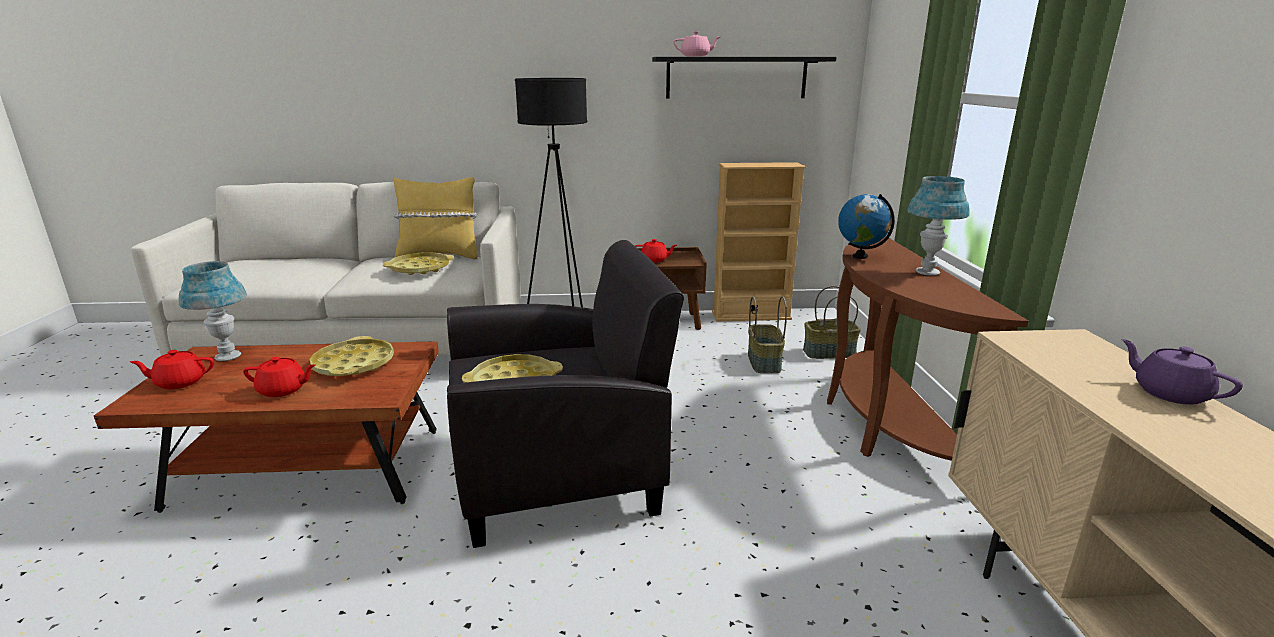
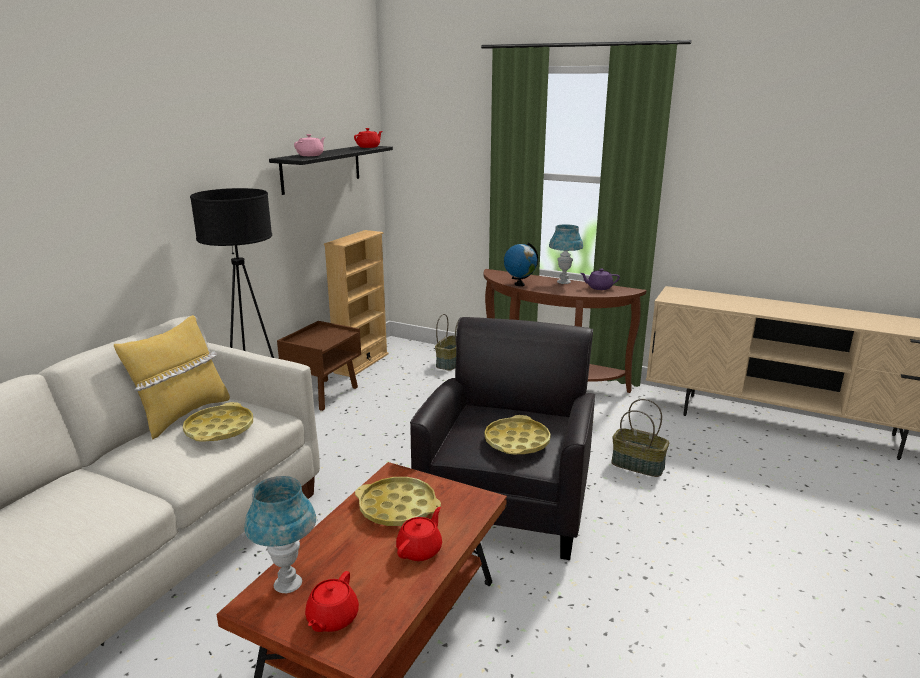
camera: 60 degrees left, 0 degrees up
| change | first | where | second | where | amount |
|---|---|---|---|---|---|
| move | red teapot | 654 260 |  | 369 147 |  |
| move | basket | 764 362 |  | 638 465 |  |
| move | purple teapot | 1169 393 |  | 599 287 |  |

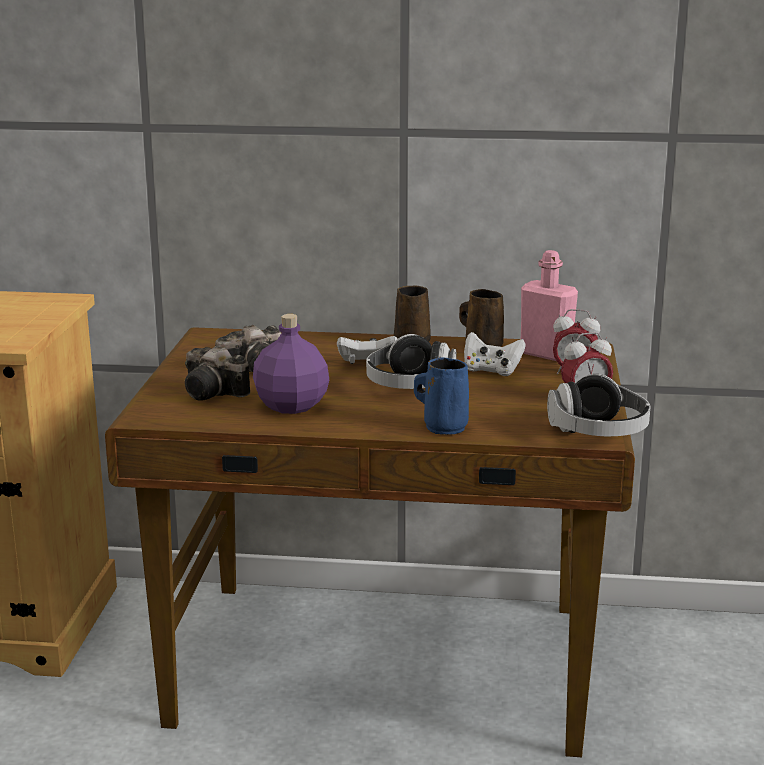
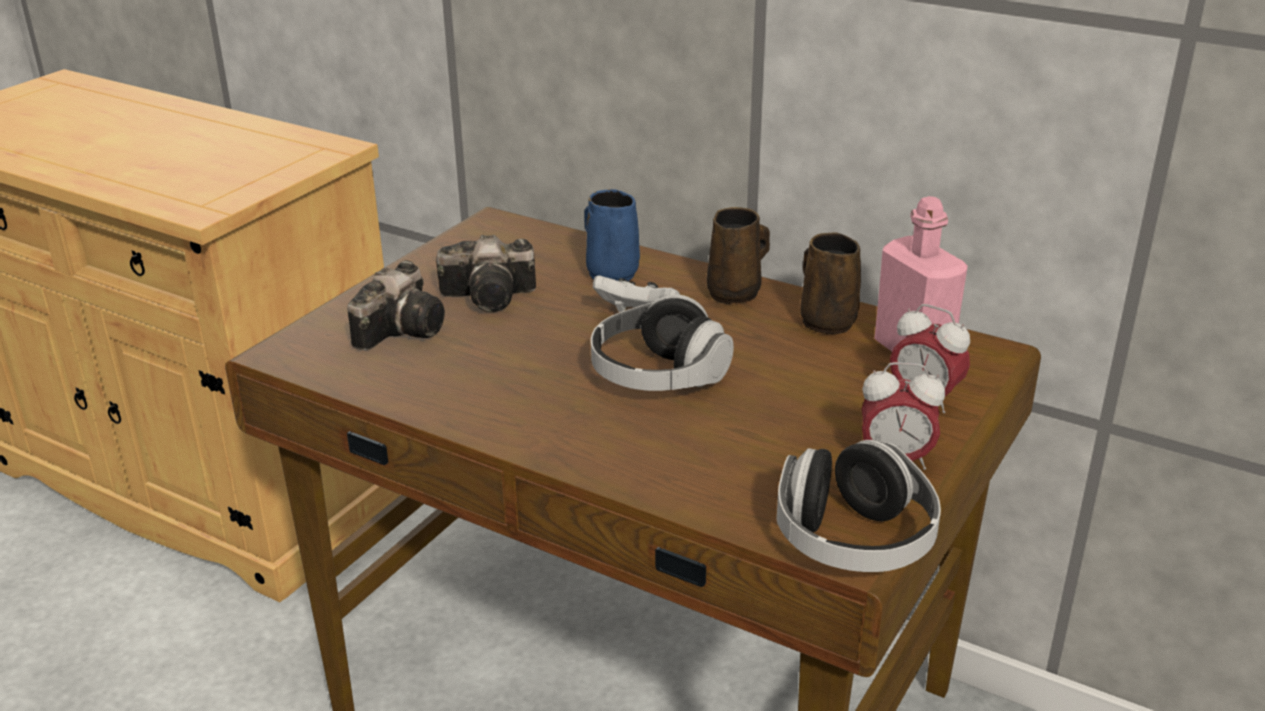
camera: 25 degrees right, 10 degrees up
| change | first | where | second | where | amount |
|---|---|---|---|---|---|
| delete | purple bottle | 291 406 |  |  |  |
| delete | white game controller | 491 371 |  |  |  |
| move | blue mug | 443 427 |  | 610 272 |  |
| rotate | photo camera | 215 393 |  | 403 328 | 120 degrees counterclockwise |

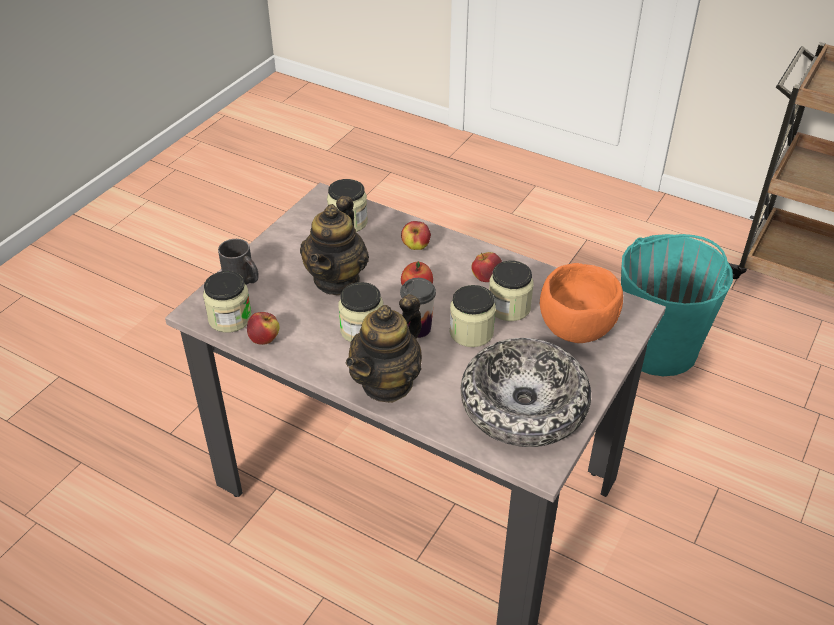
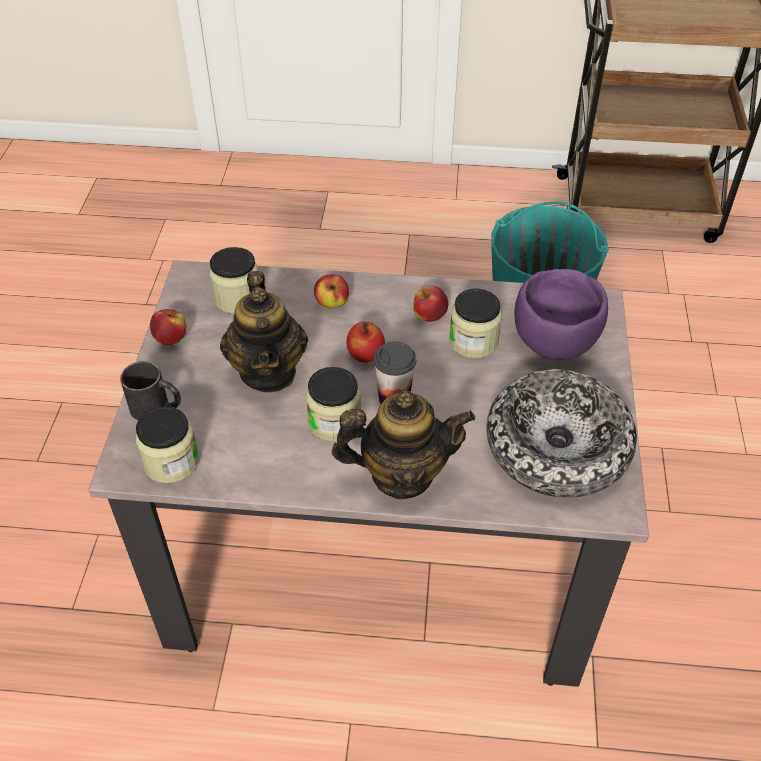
camera: 25 degrees left, 5 degrees up
| change | first | where | second | where | amount |
|---|---|---|---|---|---|
| delete | jar | 471 332 |  |  |  |
| move | apple | 264 339 |  | 171 339 |  |
| recolor | orange bowl | 577 330 | purple bowl | 556 343 |  |
| rotate | teapot | 387 383 |  | 402 474 | 105 degrees counterclockwise |

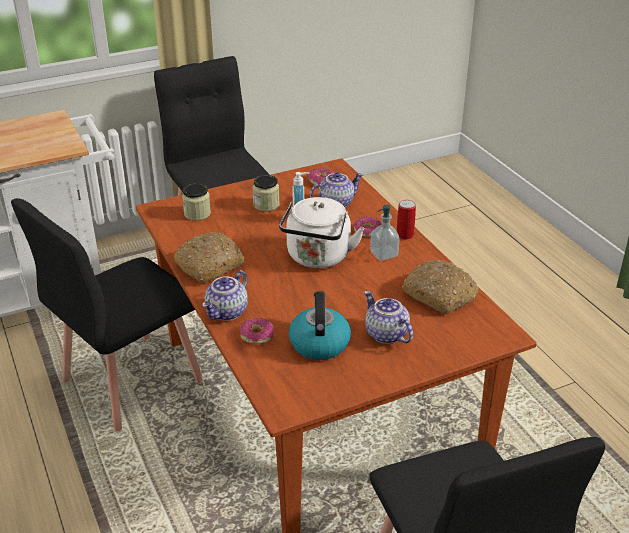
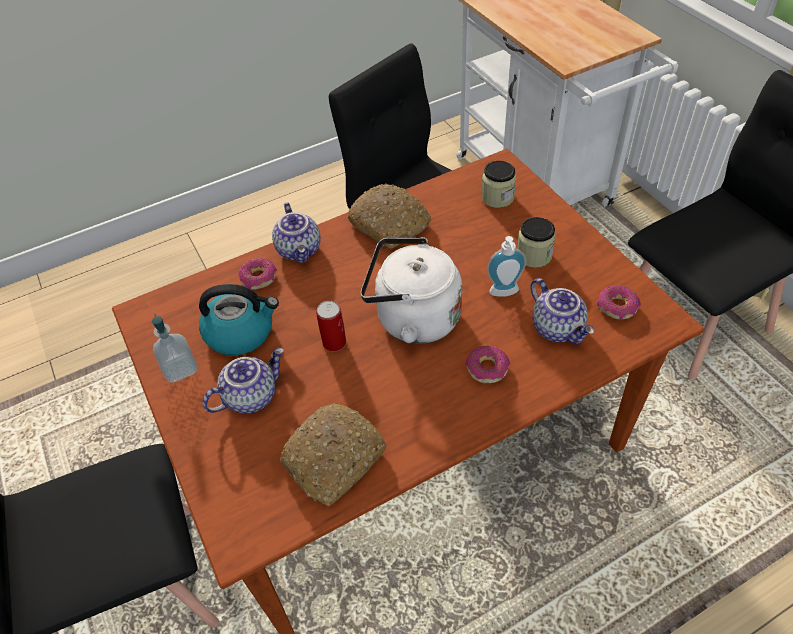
camera: 90 degrees right, 15 degrees up
| change | first | where | second | where | amount |
|---|---|---|---|---|---|
| move | soap dispenser | 384 254 |  | 180 369 |  |
| move | can | 405 235 |  | 334 342 |  |
| rotate | teapot | 227 312 |  | 300 250 | 135 degrees counterclockwise |

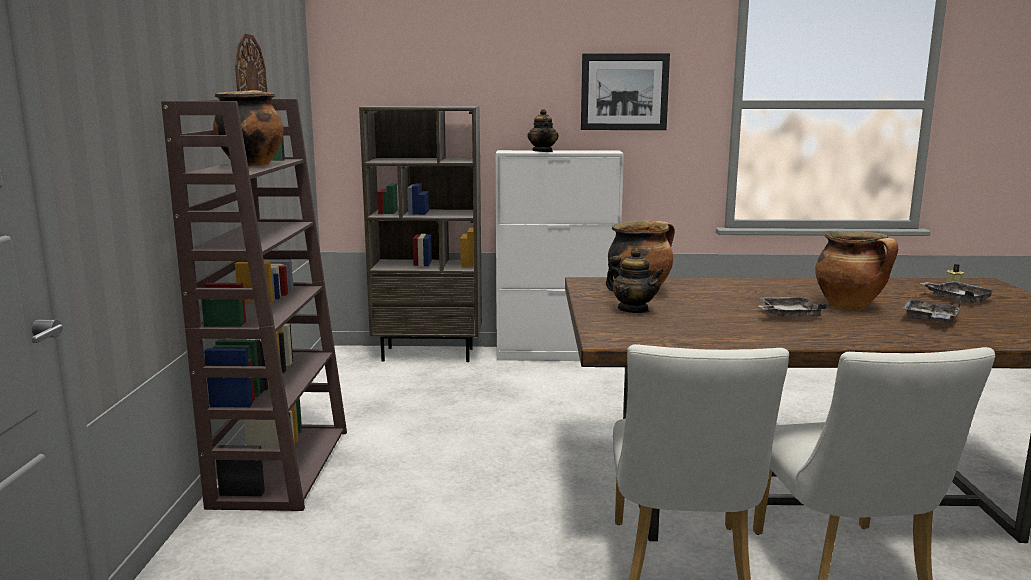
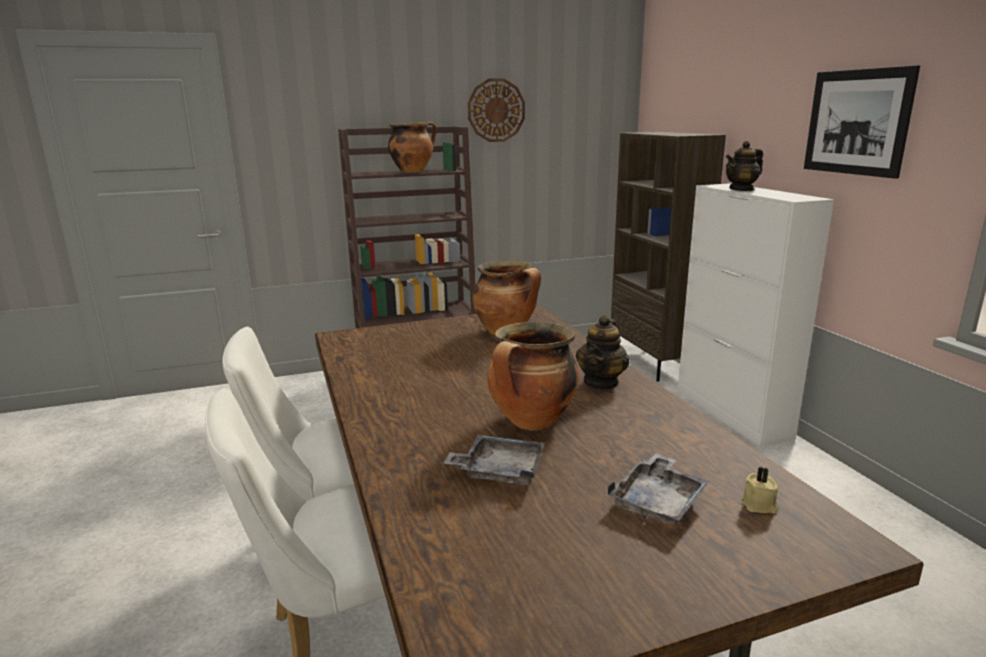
camera: 70 degrees right, 5 degrees up
| change | first | where | second | where | amount |
|---|---|---|---|---|---|
| delete | grey tray | 787 315 |  |  |  |
| move | teapot | 633 310 |  | 601 382 |  |

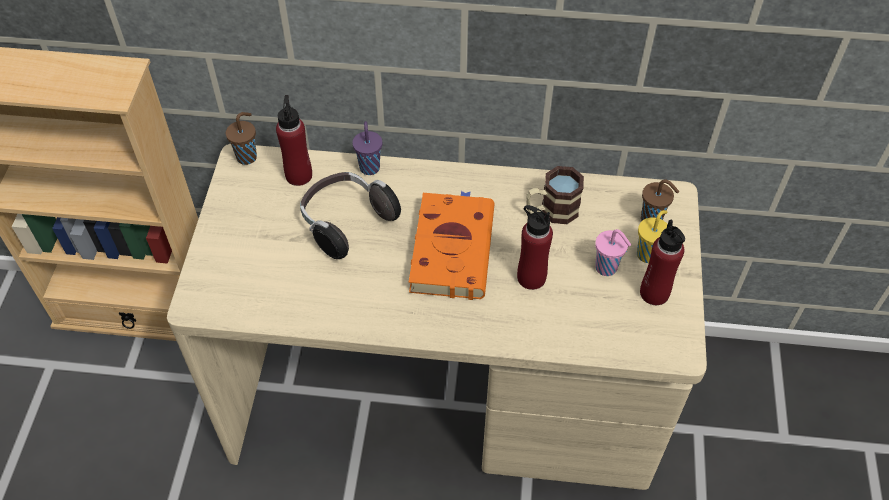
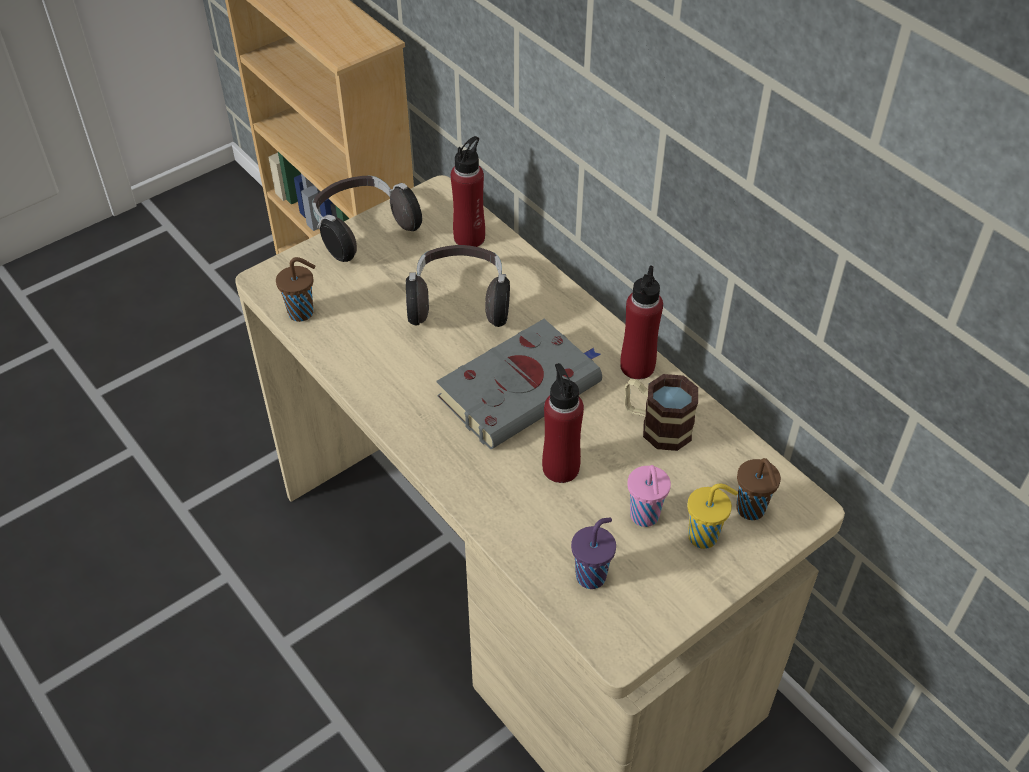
camera: 45 degrees right, 5 degrees down
| change | first | where | second | where | amount |
|---|---|---|---|---|---|
| insert |  |  | headphones | 362 230 |  |
| move | brown cup | 247 156 |  | 302 313 |  |
| move | purple cup | 369 167 |  | 592 575 |  |
| move | red bottle | 654 293 |  | 637 366 |  |
| recolor | orange book | 451 247 | grey book | 522 388 |  |

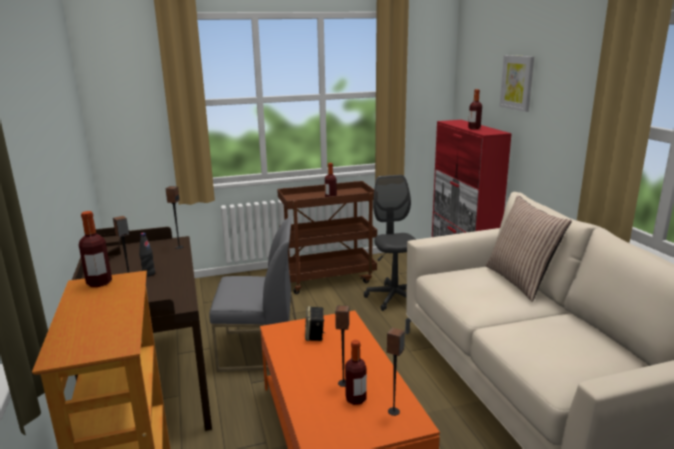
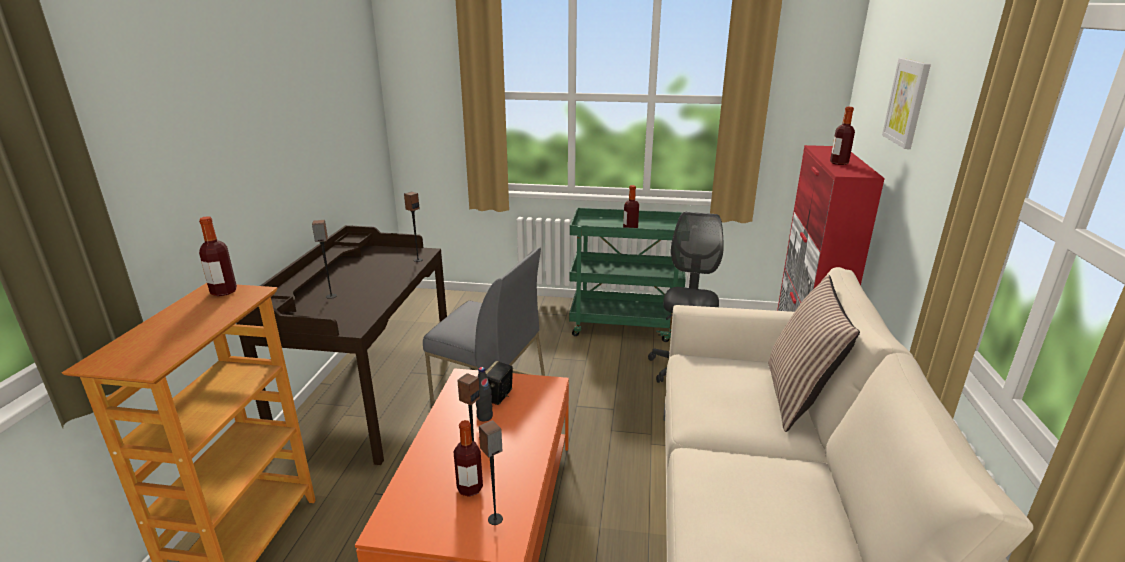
camera: 25 degrees right, 5 degrees up
| change | first | where | second | where | amount |
|---|---|---|---|---|---|
| move | black bottle | 149 274 |  | 484 417 |  |
| recolor | brown cart | 329 278 | green cart | 626 325 |  |

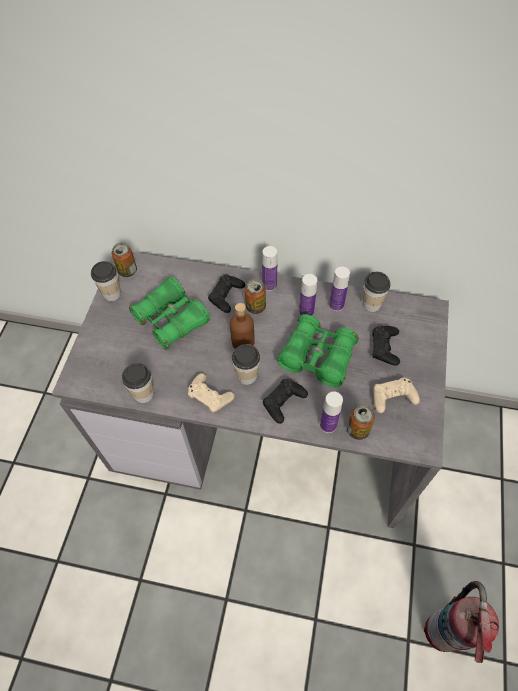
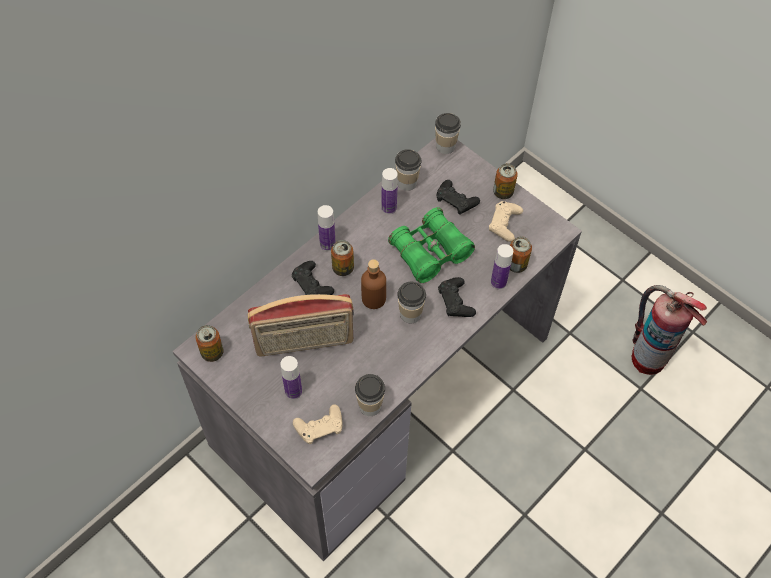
camera: 60 degrees left, 0 degrees up
| change | first | where | second | where | amount |
|---|---|---|---|---|---|
| insert |  |  | can | 503 192 |  |
| move | cup | 112 293 |  | 445 146 |  |
| move | beige game controller | 210 396 |  | 319 427 |  |
| move | bottle | 306 312 |  | 293 391 |  |
| replace | green binoculars | 171 320 | radio | 304 343 |  |

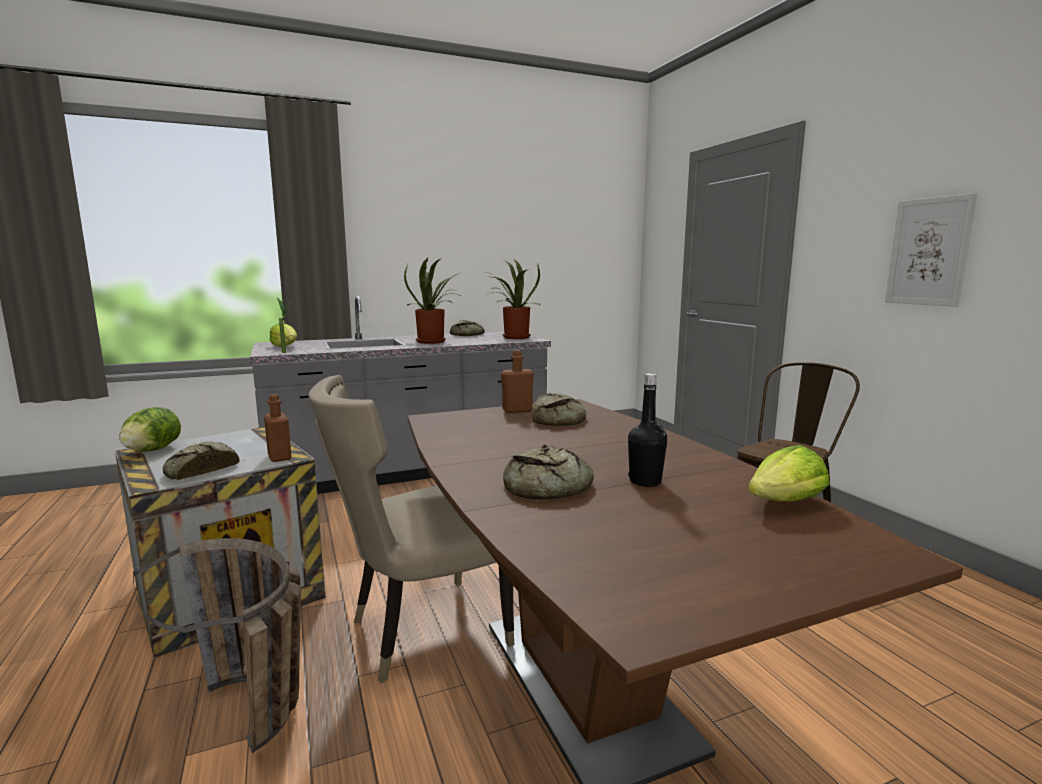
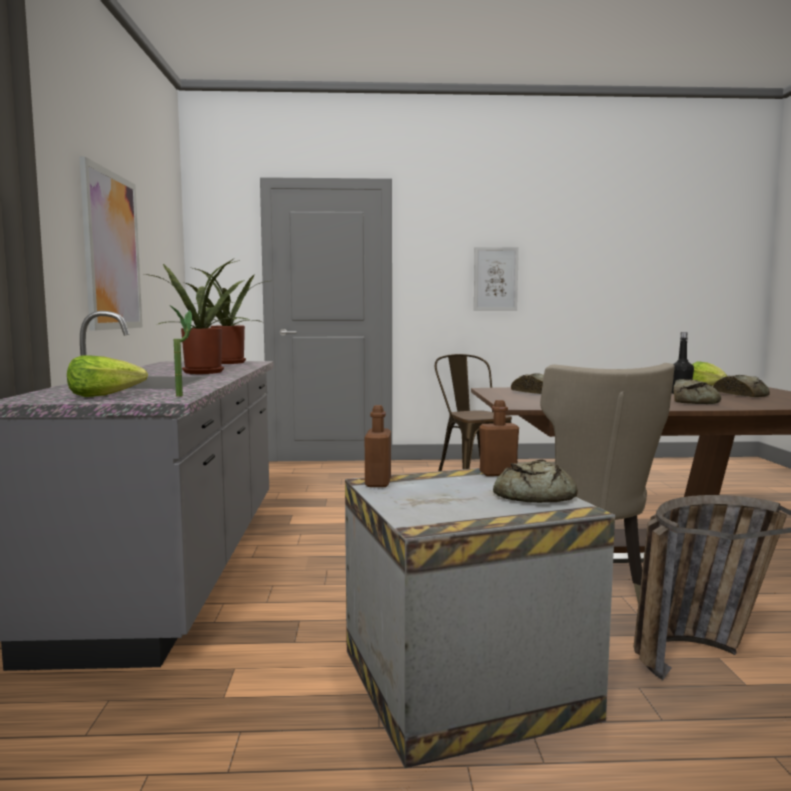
camera: 70 degrees left, 5 degrees down
| change | first | where | second | where | amount |
|---|---|---|---|---|---|
| delete | lettuce | 152 450 |  |  |  |
| insert |  |  | picture | 112 251 |  |
| move | bread | 469 334 |  | 742 394 |  |
| move | brown bottle | 517 410 |  | 378 483 |  |

